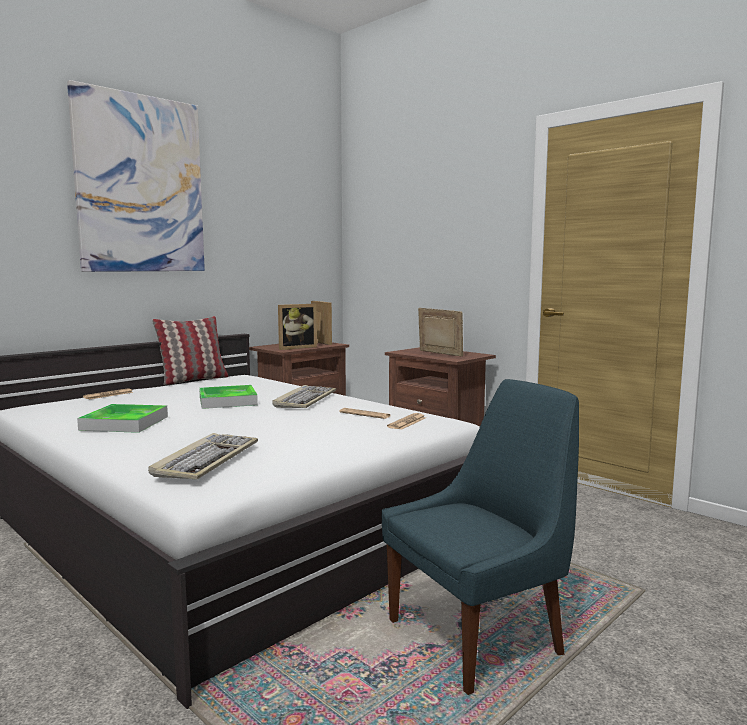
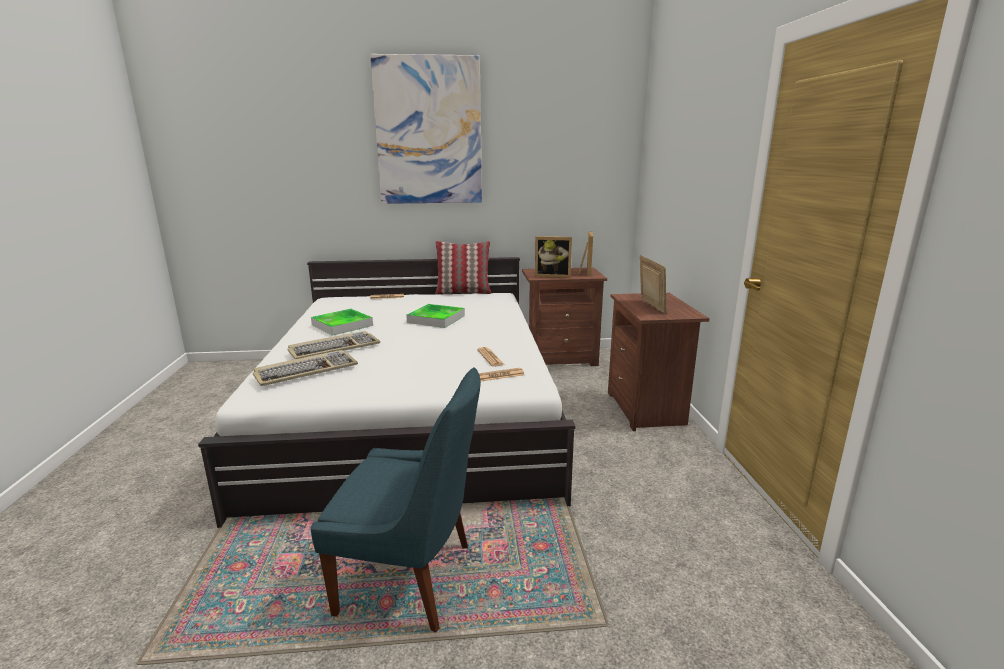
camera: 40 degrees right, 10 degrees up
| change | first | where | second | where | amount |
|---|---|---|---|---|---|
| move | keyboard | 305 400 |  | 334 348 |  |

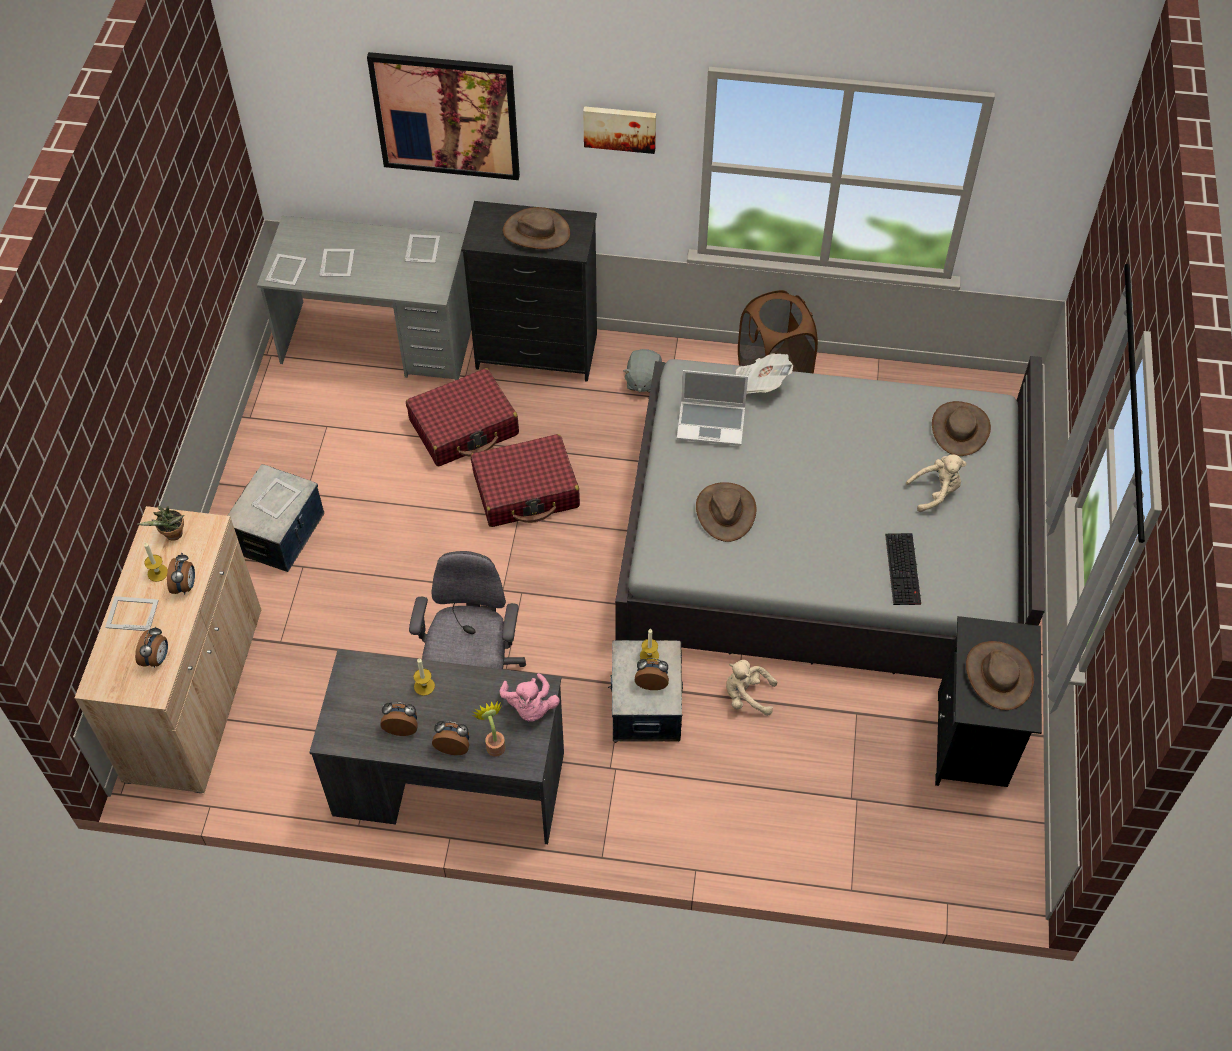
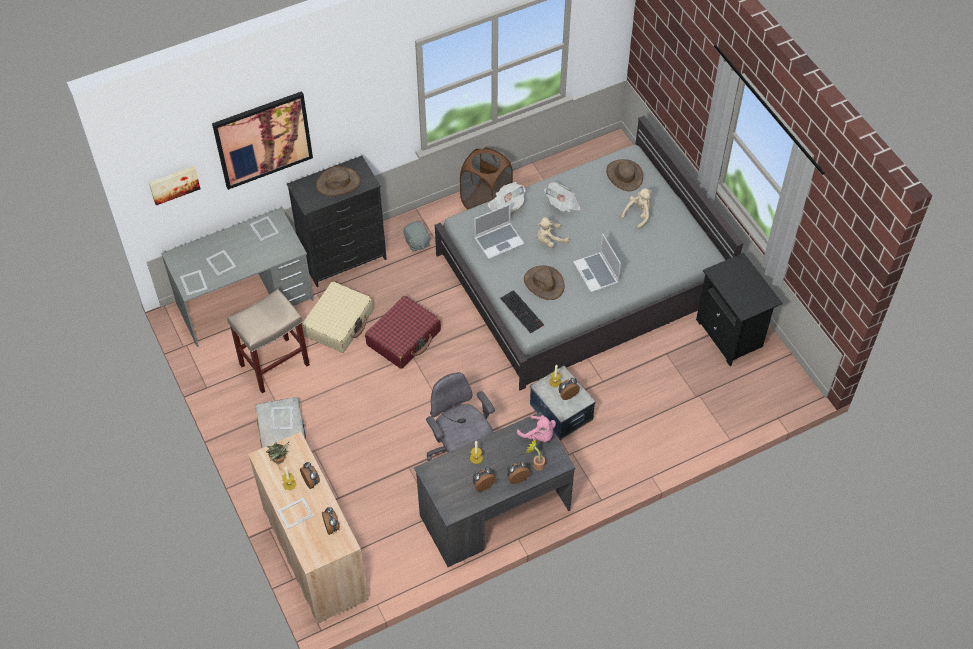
camera: 35 degrees left, 0 degrees up
| change | first | where | second | where | amount |
|---|---|---|---|---|---|
| delete | brown hat | 998 675 |  |  |  |
| insert |  |  | beige stool | 274 365 |  |
| insert |  |  | newspaper | 562 204 |  |
| insert |  |  | laptop | 597 273 |  |
| move | picture | 620 128 |  | 174 184 |  |
| move | beige plush toy | 747 696 |  | 549 240 |  |
| move | keyboard | 904 570 |  | 522 312 |  |
| recolor | red suitcase | 464 427 | beige suitcase | 339 323 |  |

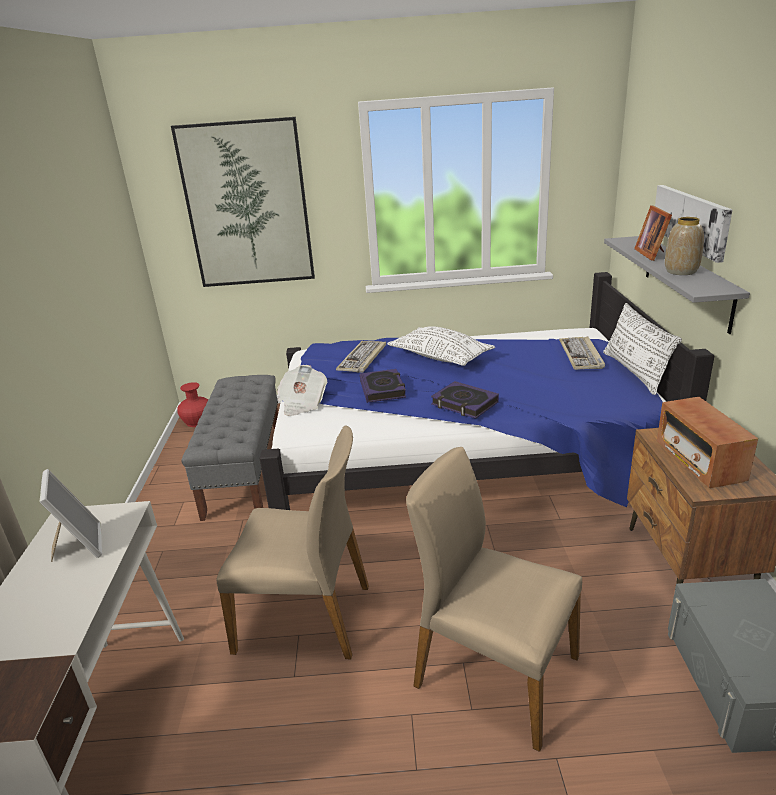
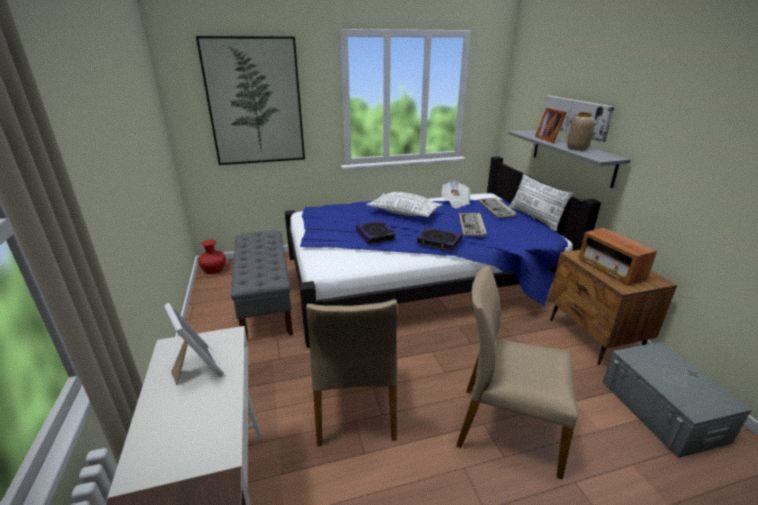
camera: 15 degrees left, 0 degrees up
| change | first | where | second | where | amount |
|---|---|---|---|---|---|
| move | newspaper | 302 403 |  | 455 202 |  |
| move | keyboard | 362 359 |  | 472 226 |  |
| rotate | beige chair | 305 616 |  | 355 406 | 90 degrees clockwise |

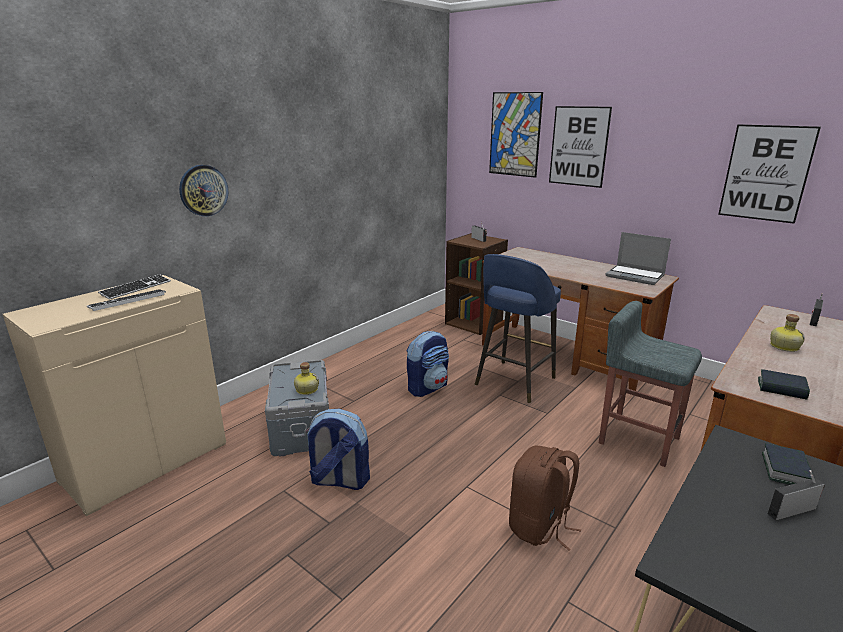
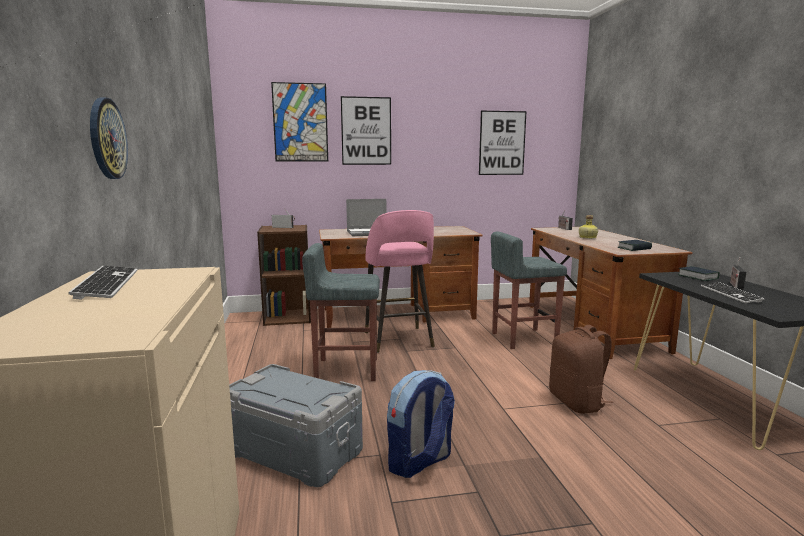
camera: 50 degrees left, 10 degrees down
| change | first | where | second | where | amount |
|---|---|---|---|---|---|
| delete | bottle | 306 389 |  |  |  |
| move | keyboard | 127 301 |  | 730 294 |  |
| move | laptop | 635 276 |  | 369 233 |  |
| replace | backpack | 427 387 | grey stool | 345 369 |  |
| recolor | blue stool | 513 382 | pink stool | 398 340 |  |

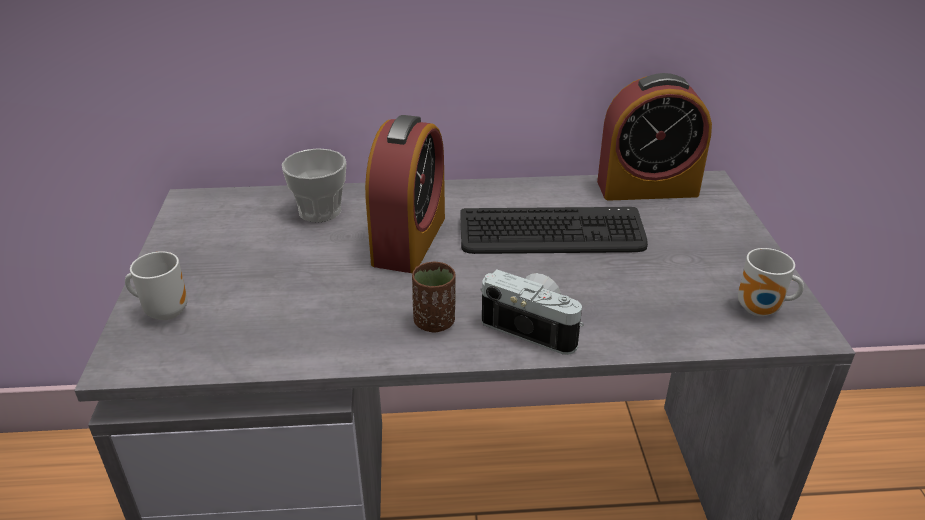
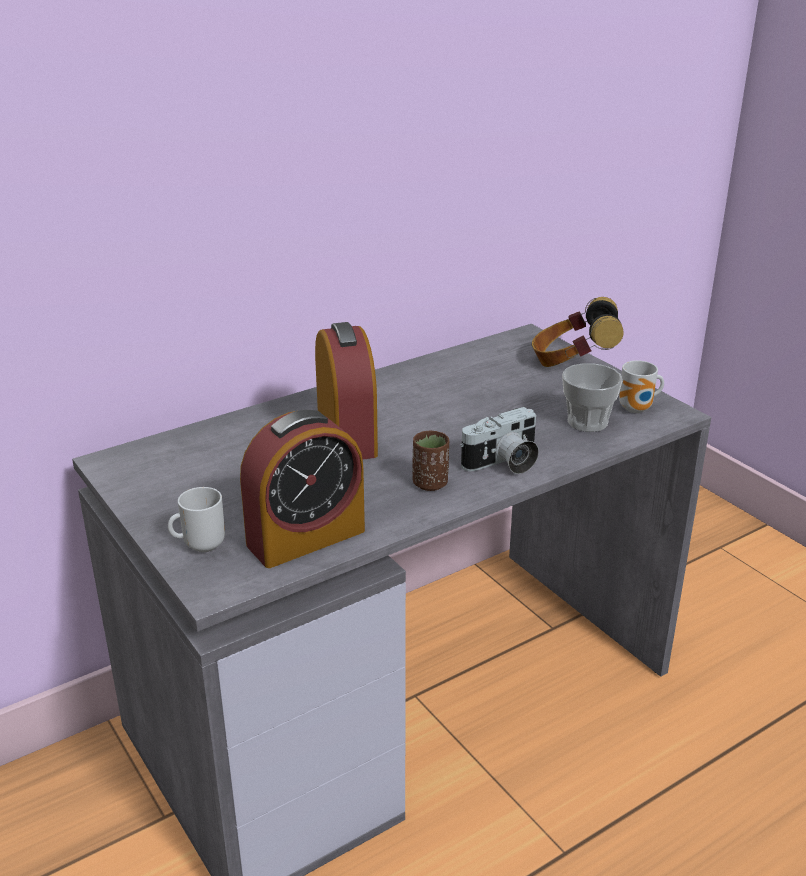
camera: 30 degrees left, 5 degrees down
| change | first | where | second | where | amount |
|---|---|---|---|---|---|
| delete | keyboard | 551 234 |  |  |  |
| insert |  |  | headphones | 572 363 |  |
| move | cup | 320 211 |  | 587 422 |  |
| move | alarm clock | 647 188 |  | 306 537 |  |
| rotate | photo camera | 534 326 |  | 503 464 | 150 degrees clockwise |

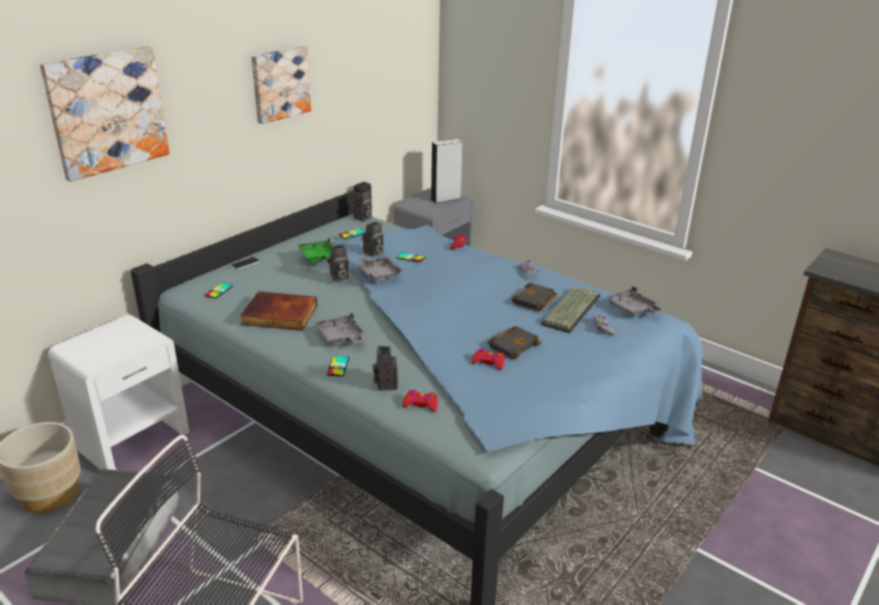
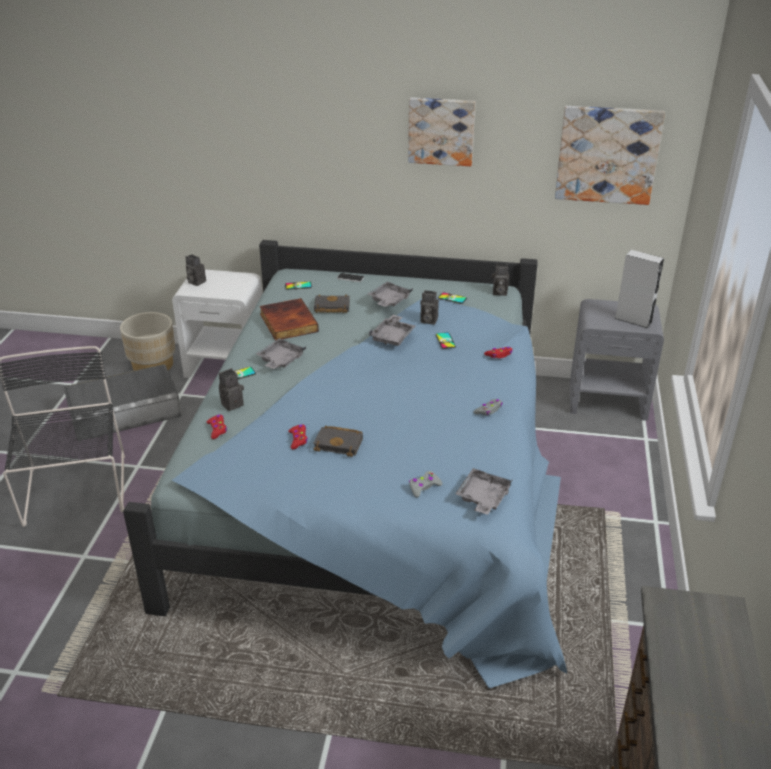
camera: 60 degrees right, 5 degrees up
| change | first | where | second | where | amount |
|---|---|---|---|---|---|
| delete | keyboard | 570 309 |  |  |  |
| move | picture | 107 111 |  | 607 154 |  |
| move | photo camera | 339 277 |  | 195 282 |  |
| move | black book | 535 301 |  | 331 307 |  |
| recolor | green tray | 319 257 | grey tray | 389 300 |  |

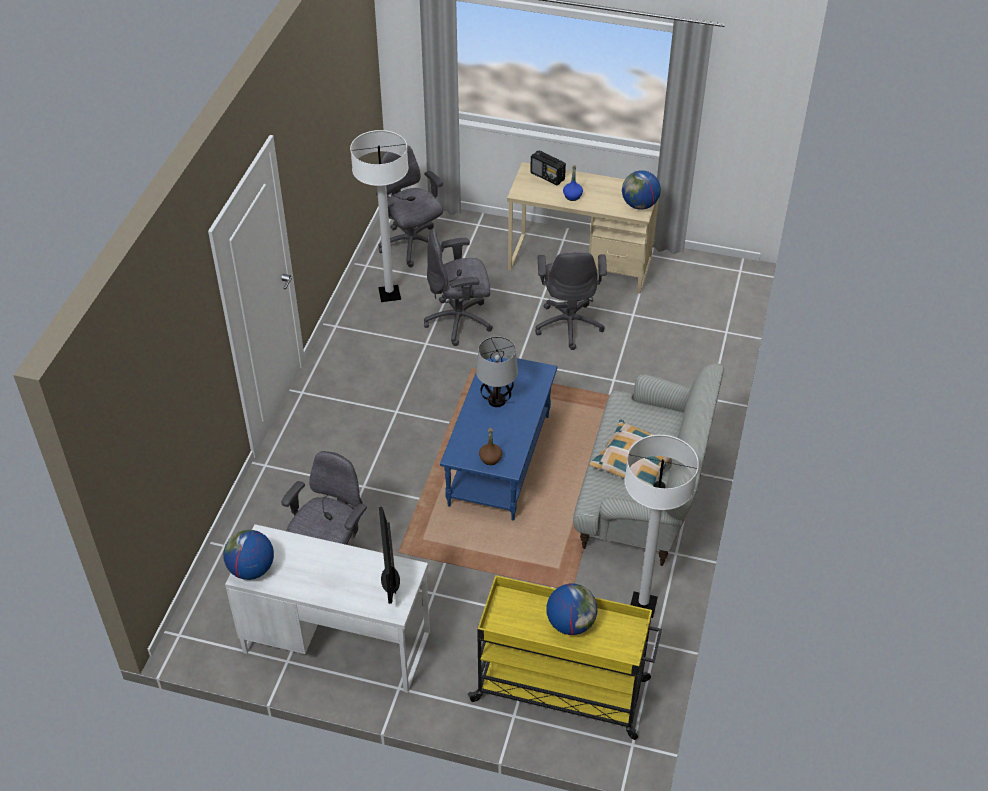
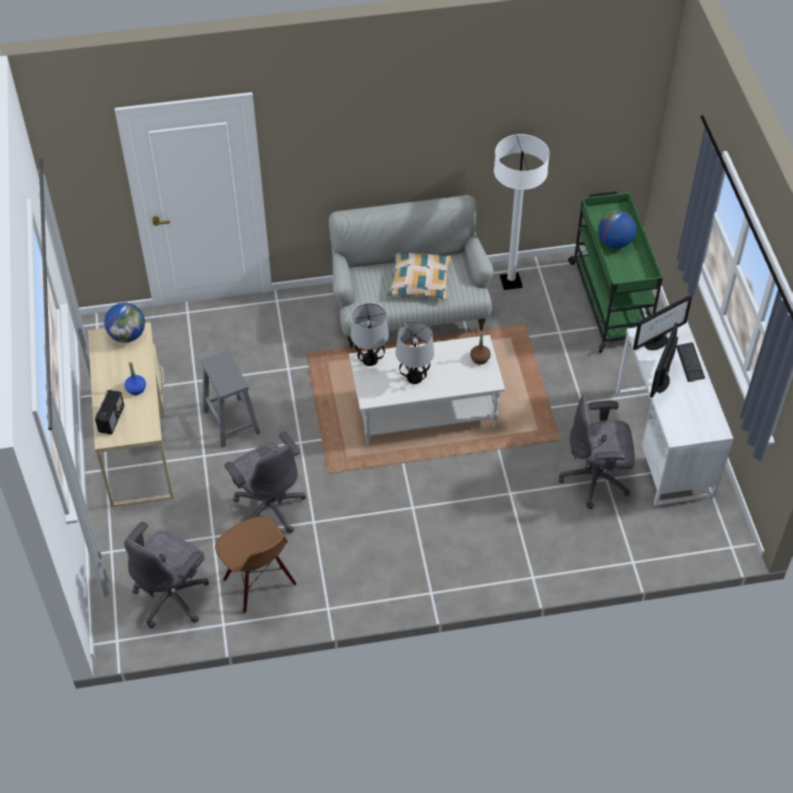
camera: 115 degrees left, 5 degrees up
| change | first | where | second | where | amount |
|---|---|---|---|---|---|
| delete | globe | 251 569 |  |  |  |
| insert |  |  | table lamp | 370 360 |  |
| insert |  |  | monitor | 661 382 |  |
| insert |  |  | keyboard | 690 363 |  |
| replace | white floor lamp | 389 294 | brown chair | 258 582 |  |
| replace | grey office chair | 569 324 | grey stool | 232 422 |  |
| recolor | blue coffee table | 500 461 | white coffee table | 426 411 |  |
| recolor | yellow cart | 563 690 | green cart | 609 302 |  |

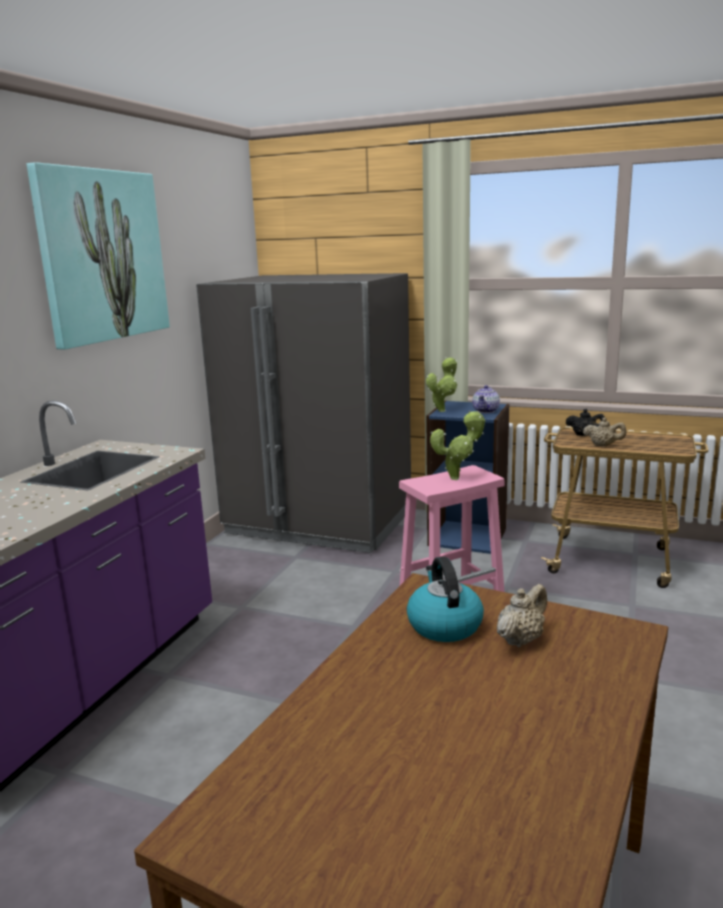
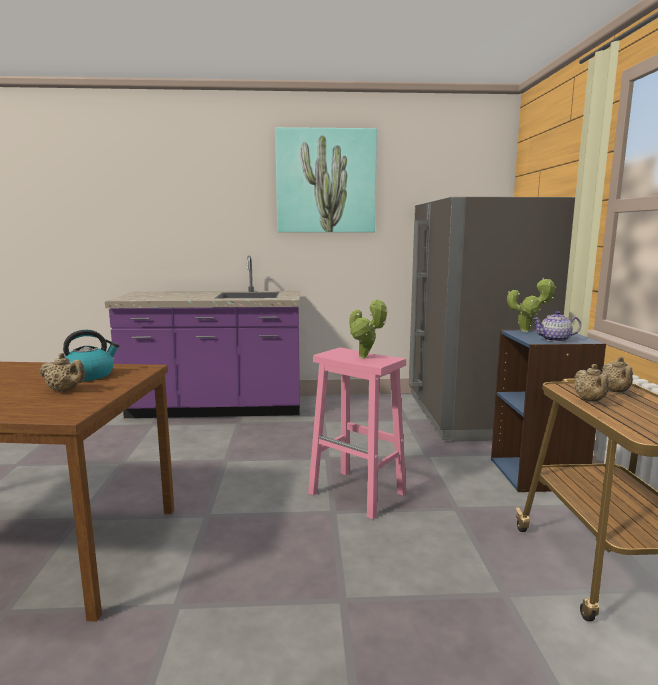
camera: 65 degrees right, 5 degrees down
| change | first | where | second | where | amount |
|---|---|---|---|---|---|
| recolor | black teapot | 584 435 | beige teapot | 616 391 |  |

